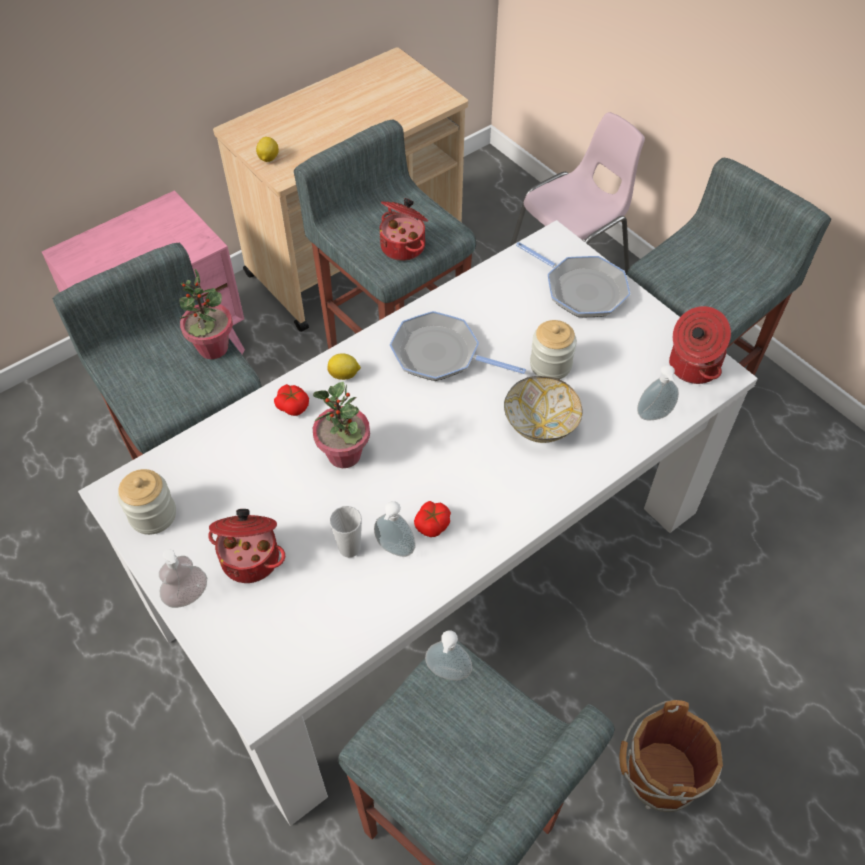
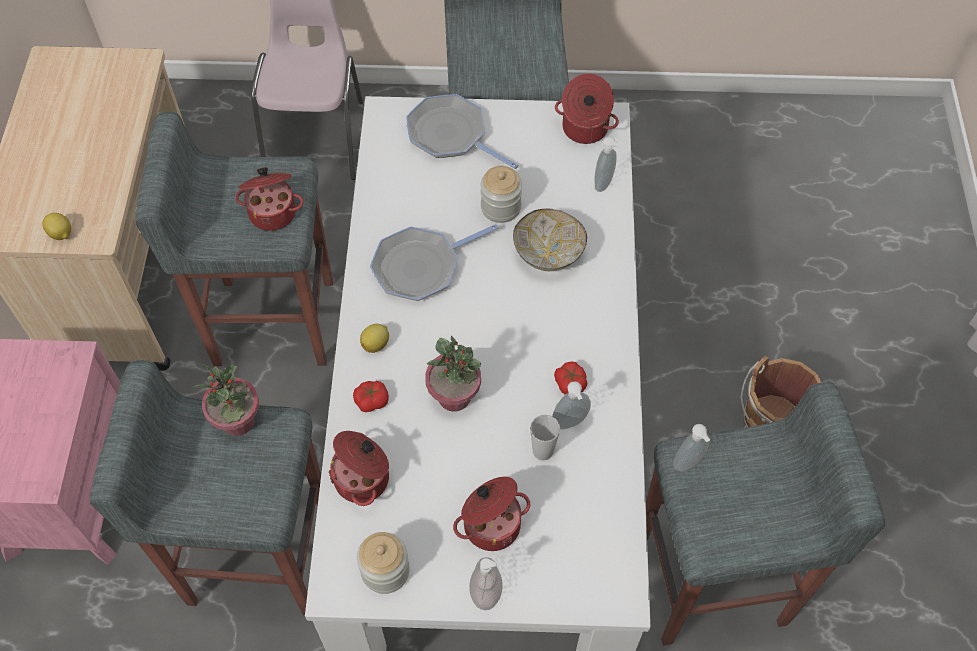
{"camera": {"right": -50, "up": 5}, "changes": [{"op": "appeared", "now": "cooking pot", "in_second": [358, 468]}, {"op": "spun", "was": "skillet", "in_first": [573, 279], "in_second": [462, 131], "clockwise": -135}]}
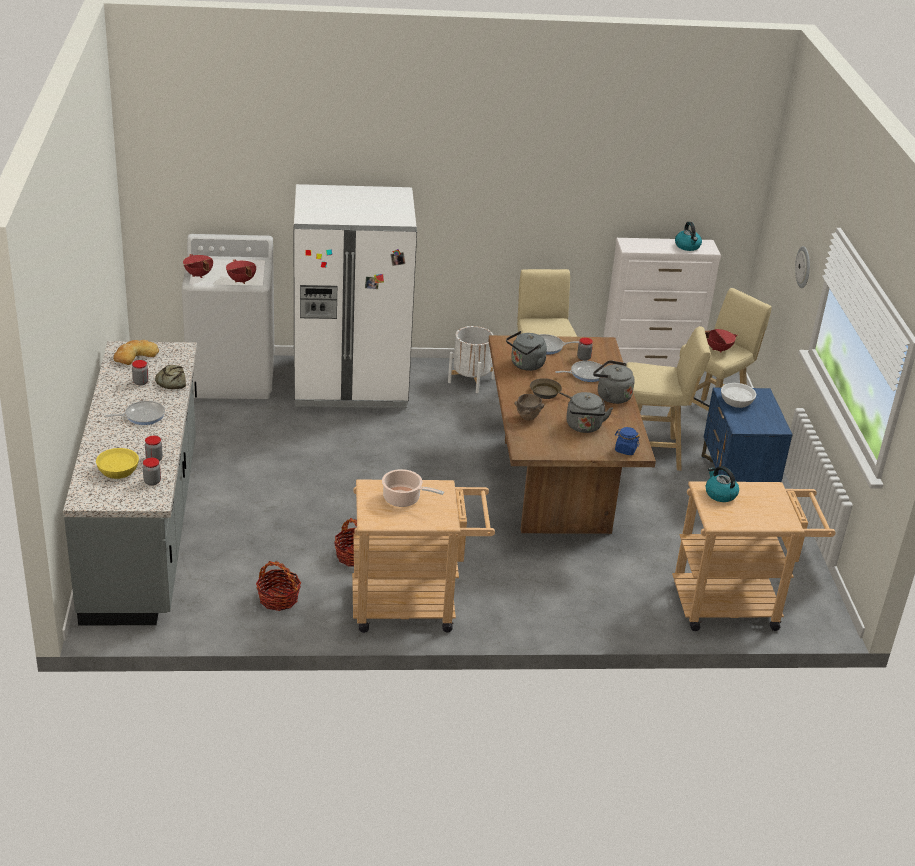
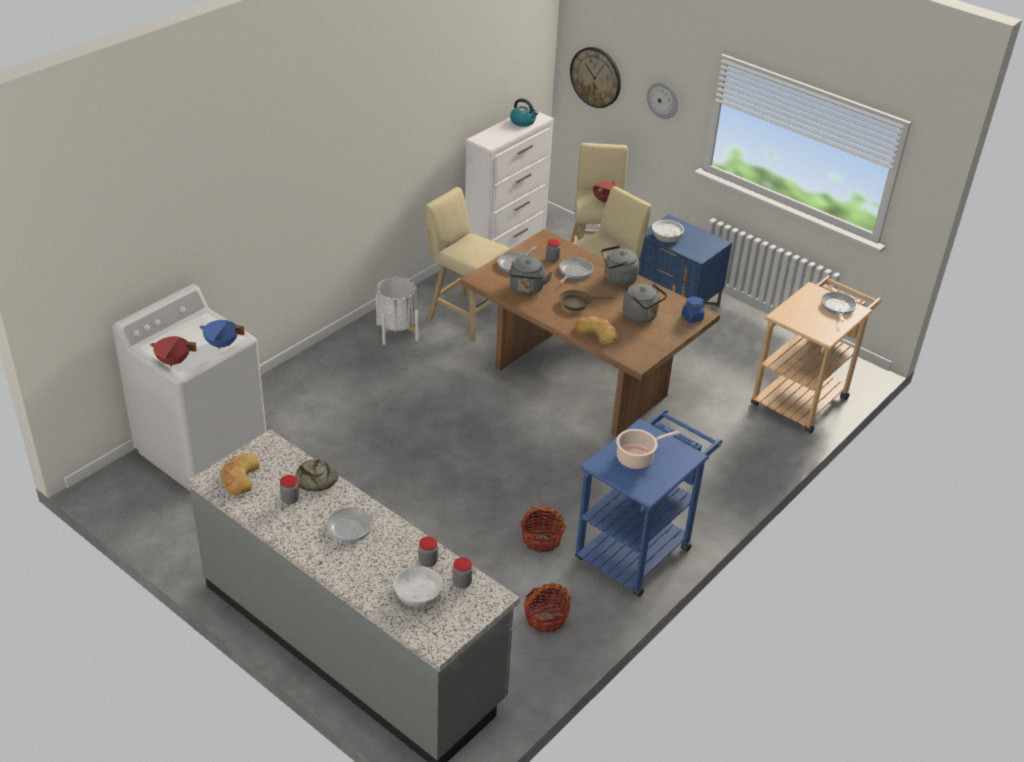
{"camera": {"right": -45, "up": 5}, "changes": [{"op": "colour", "was": "reddish cooking pot", "now": "blue cooking pot", "in_first": [241, 271], "in_second": [222, 334]}, {"op": "colour", "was": "yellow deep dish", "now": "white-coloured deep dish", "in_first": [117, 463], "in_second": [418, 586]}, {"op": "appeared", "now": "hanging clock", "in_second": [595, 77]}, {"op": "colour", "was": "beige-coloured cart", "now": "blue cart", "in_first": [423, 556], "in_second": [648, 503]}, {"op": "exchanged", "was": "brown deep dish", "now": "bakery bread", "in_first": [529, 407], "in_second": [596, 330]}, {"op": "appeared", "now": "skillet", "in_second": [839, 307]}, {"op": "missing", "was": "white-coloured fridge", "in_first": [355, 296]}, {"op": "missing", "was": "water kettle", "in_first": [722, 484]}]}
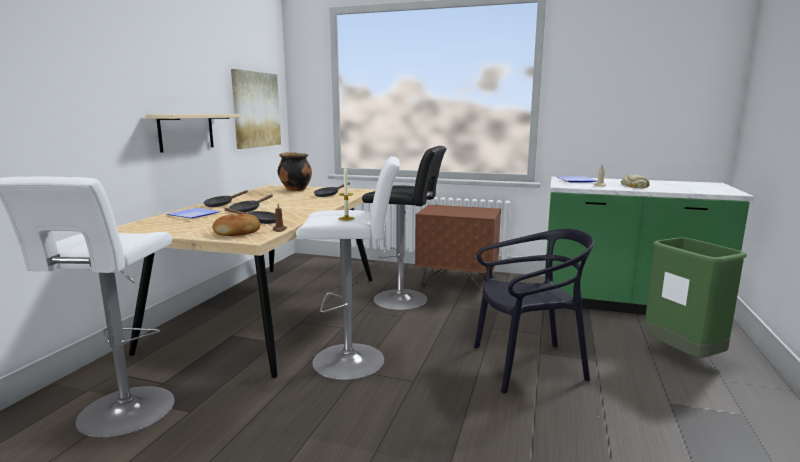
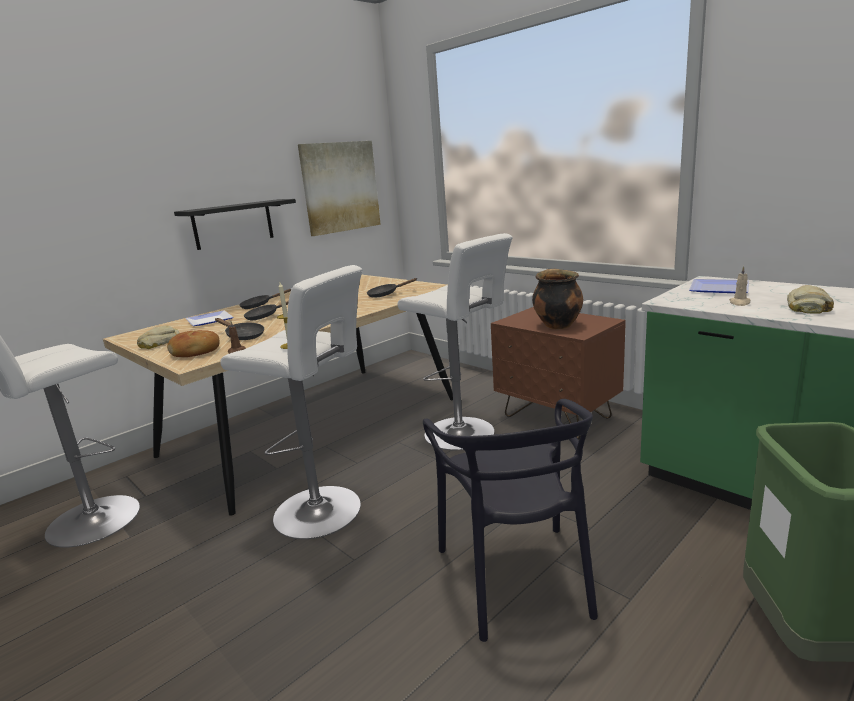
{"camera": {"right": 30, "up": 5}, "changes": [{"op": "appeared", "now": "bakery bread", "in_second": [158, 337]}, {"op": "colour", "was": "beige-coloured bracket shelf", "now": "blackish bracket shelf", "in_first": [193, 133], "in_second": [235, 224]}, {"op": "colour", "was": "blackish stool", "now": "white-coloured stool", "in_first": [404, 228], "in_second": [455, 341]}, {"op": "spun", "was": "blackish chair", "in_first": [534, 311], "in_second": [510, 520], "clockwise": 60}, {"op": "relocated", "was": "cooking pot", "in_first": [295, 171], "in_second": [557, 299]}]}
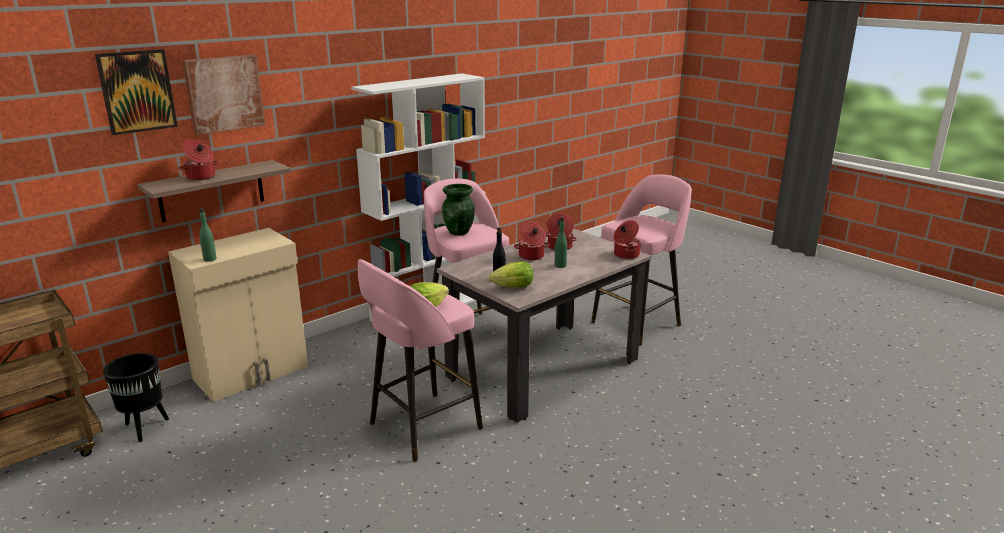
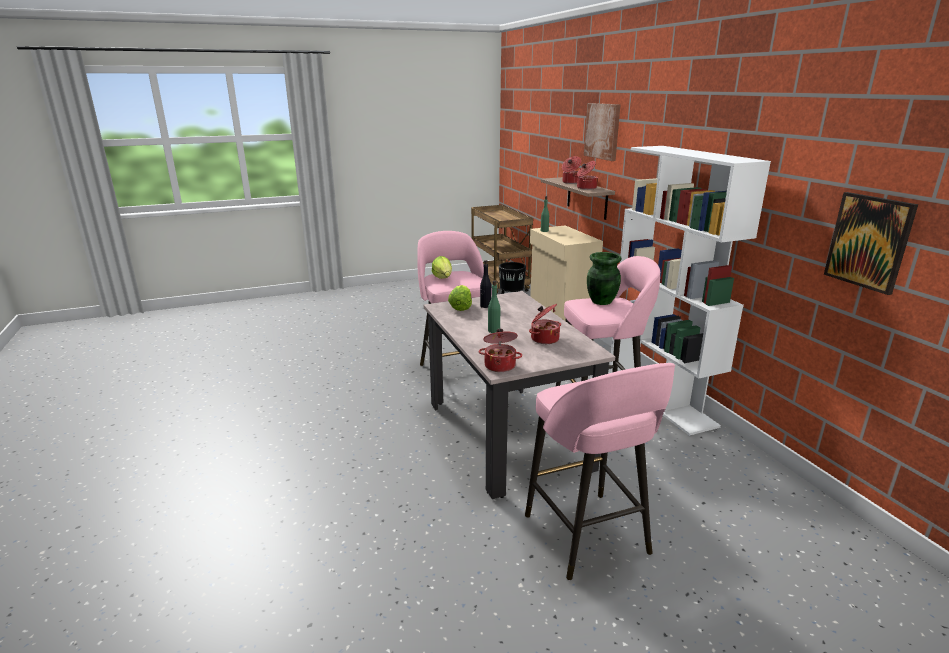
{"camera": {"right": 110, "up": 0}, "changes": [{"op": "relocated", "was": "cooking pot", "in_first": [532, 240], "in_second": [587, 175]}, {"op": "relocated", "was": "wall picture", "in_first": [136, 92], "in_second": [871, 243]}]}
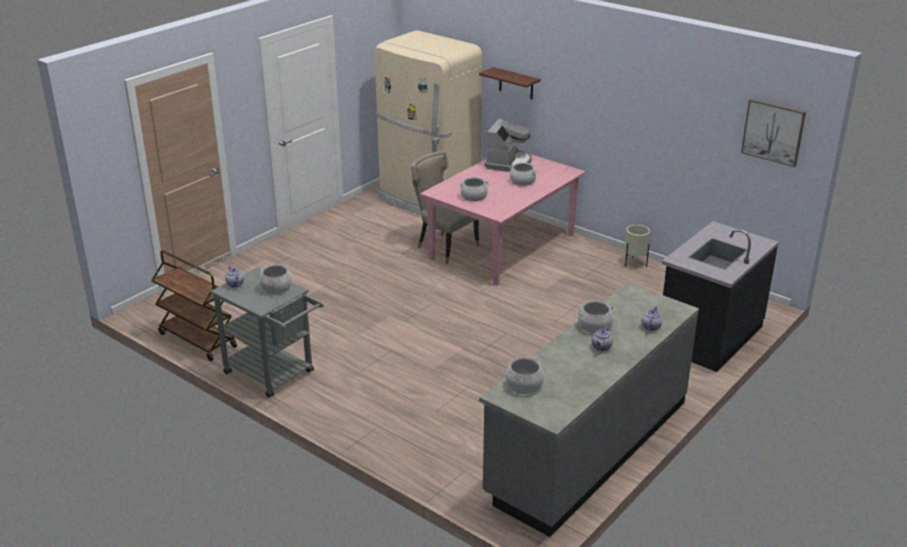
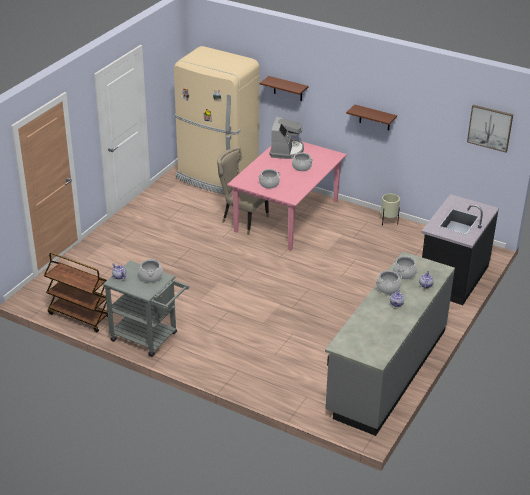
{"camera": {"right": -10, "up": 5}, "changes": [{"op": "appeared", "now": "brown bracket shelf", "in_second": [371, 117]}, {"op": "relocated", "was": "cooking pot", "in_first": [524, 375], "in_second": [405, 267]}]}
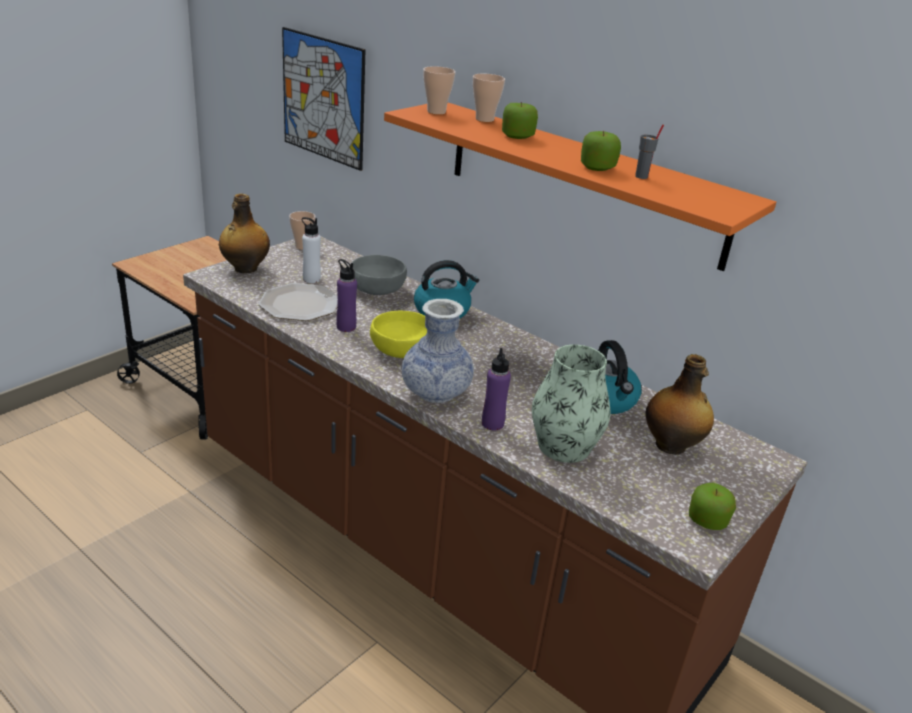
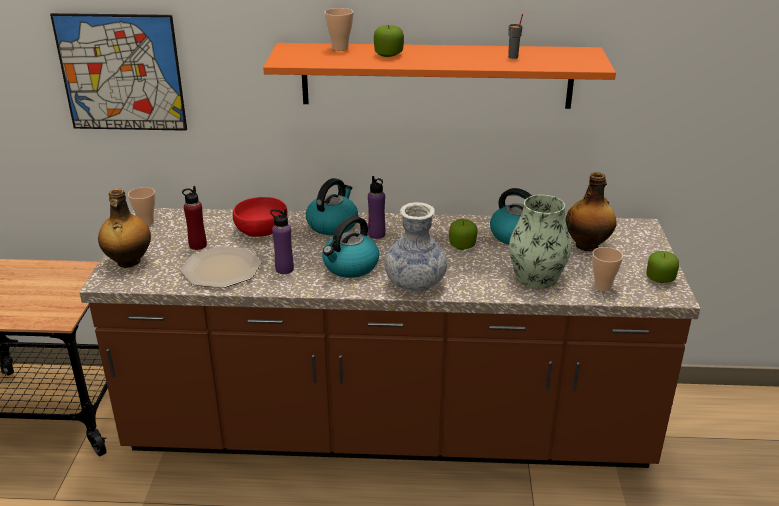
{"camera": {"right": -35, "up": 0}, "changes": [{"op": "colour", "was": "white-coloured drink bottle", "now": "reddish drink bottle", "in_first": [311, 250], "in_second": [194, 218]}, {"op": "colour", "was": "gray deep dish", "now": "reddish deep dish", "in_first": [379, 275], "in_second": [260, 217]}, {"op": "exchanged", "was": "yellow deep dish", "now": "water kettle", "in_first": [398, 334], "in_second": [350, 247]}, {"op": "relocated", "was": "purplish drink bottle", "in_first": [496, 389], "in_second": [376, 207]}, {"op": "relocated", "was": "whole apple", "in_first": [601, 151], "in_second": [463, 234]}, {"op": "relocated", "was": "cup", "in_first": [439, 90], "in_second": [607, 269]}]}
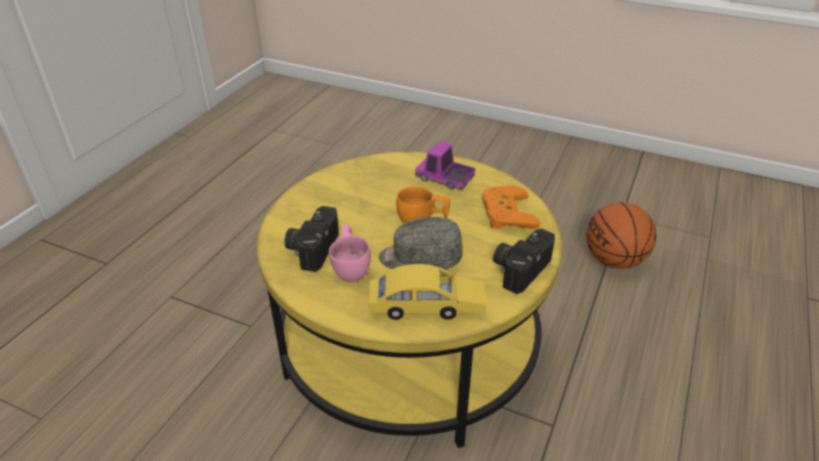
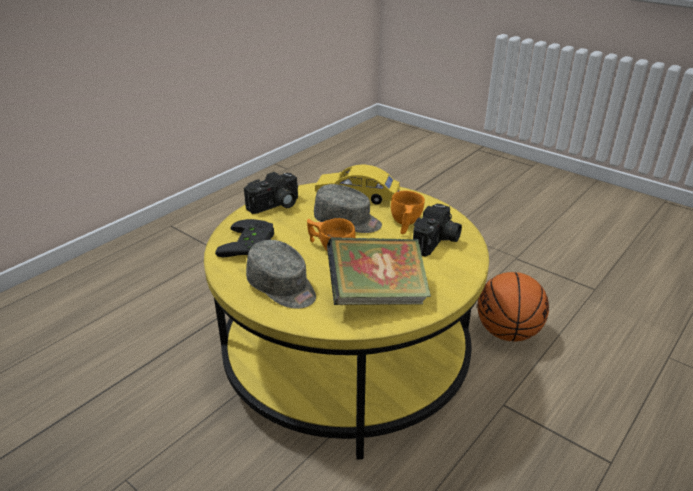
{"camera": {"right": -165, "up": -5}, "changes": [{"op": "colour", "was": "orange game controller", "now": "blackish game controller", "in_first": [511, 207], "in_second": [244, 238]}, {"op": "exchanged", "was": "toy truck", "now": "gray baseball cap", "in_first": [445, 165], "in_second": [281, 274]}, {"op": "appeared", "now": "volume", "in_second": [379, 271]}, {"op": "colour", "was": "pink-coloured cup", "now": "orange cup", "in_first": [350, 253], "in_second": [408, 212]}, {"op": "relocated", "was": "ball for basketball", "in_first": [621, 235], "in_second": [513, 307]}]}
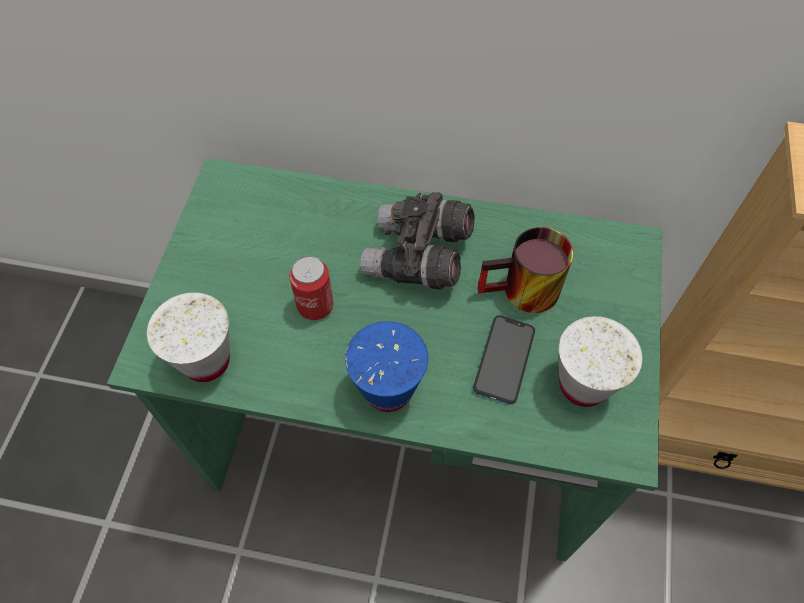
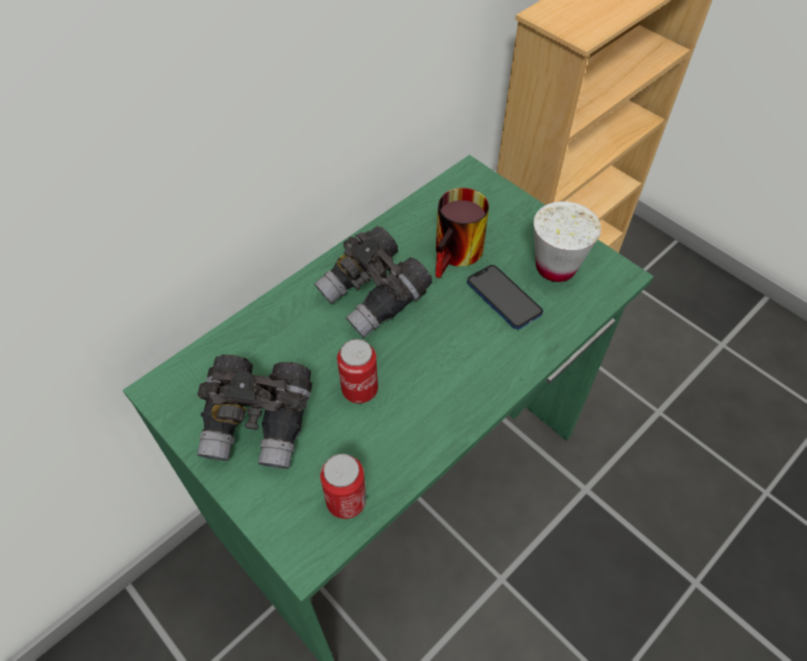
{"camera": {"right": -55, "up": -5}, "changes": [{"op": "appeared", "now": "gray field glasses", "in_second": [254, 411]}, {"op": "exchanged", "was": "white-coloured cup", "now": "sealed can", "in_first": [188, 337], "in_second": [343, 486]}, {"op": "missing", "was": "blue cup", "in_first": [386, 366]}]}
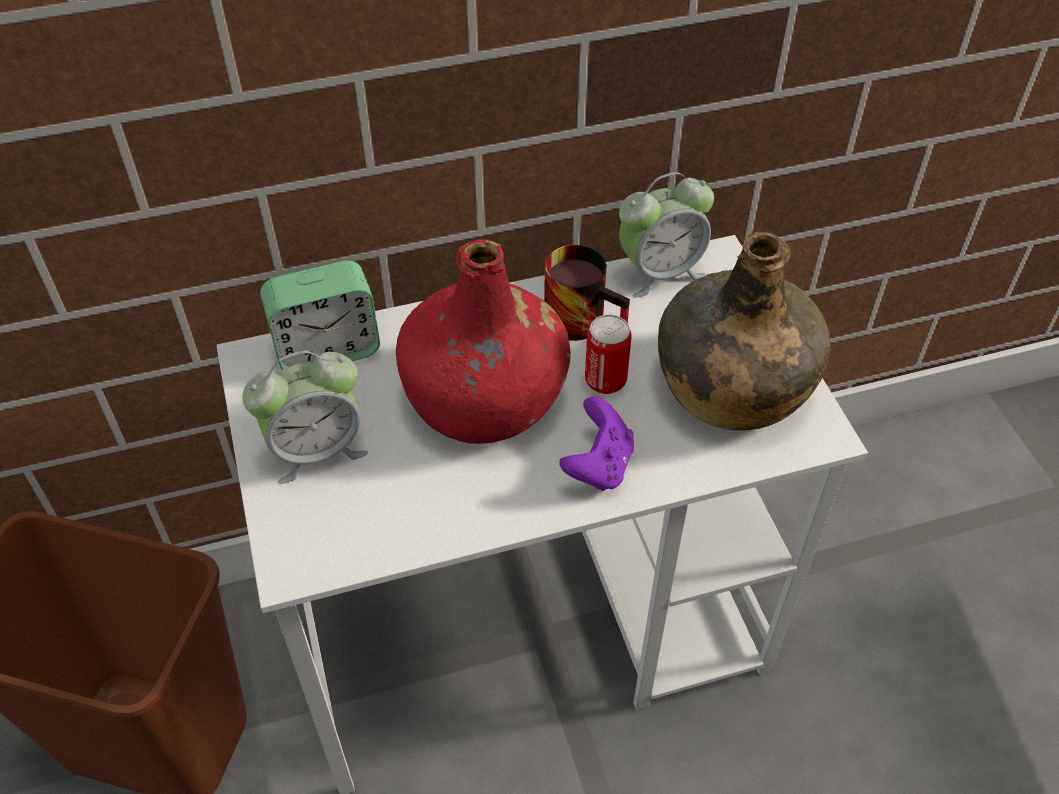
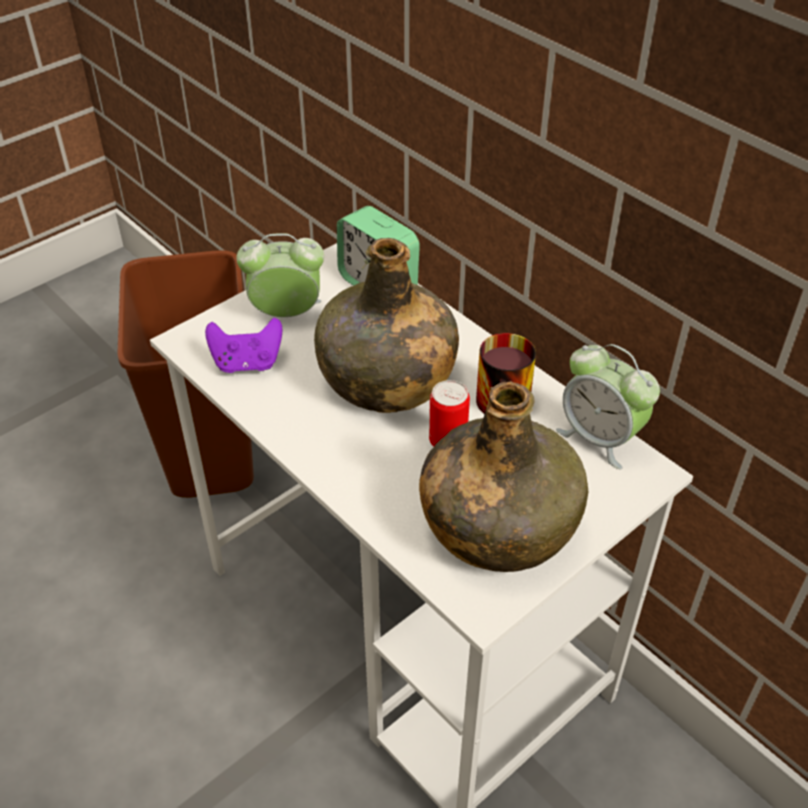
{"camera": {"right": 65, "up": -5}, "changes": [{"op": "relocated", "was": "purplish game controller", "in_first": [596, 443], "in_second": [243, 345]}, {"op": "spun", "was": "alarm clock", "in_first": [305, 417], "in_second": [280, 275], "clockwise": 135}, {"op": "colour", "was": "reddish drink bottle", "now": "green drink bottle", "in_first": [483, 342], "in_second": [386, 325]}]}
